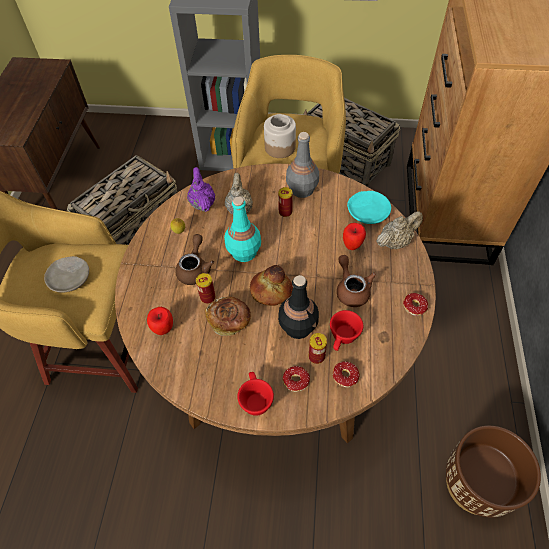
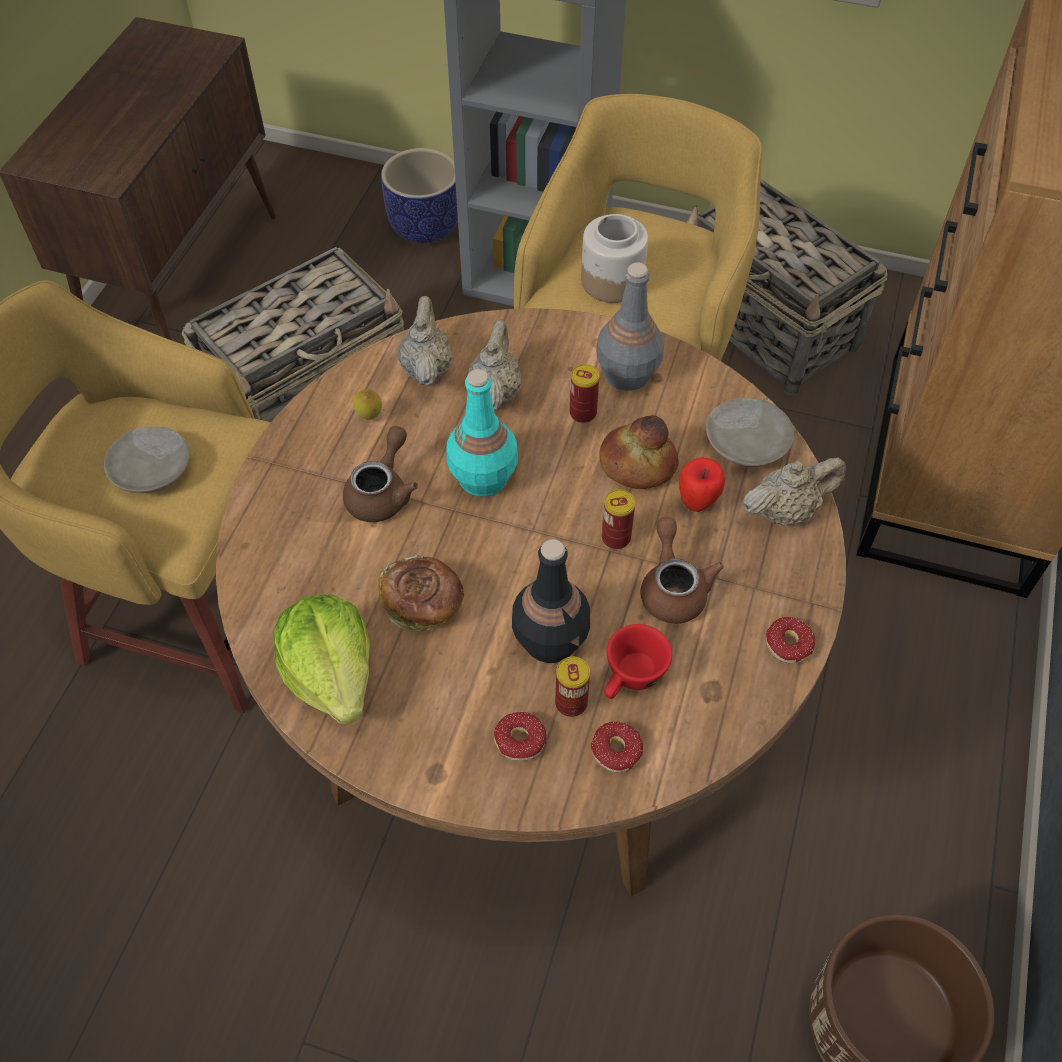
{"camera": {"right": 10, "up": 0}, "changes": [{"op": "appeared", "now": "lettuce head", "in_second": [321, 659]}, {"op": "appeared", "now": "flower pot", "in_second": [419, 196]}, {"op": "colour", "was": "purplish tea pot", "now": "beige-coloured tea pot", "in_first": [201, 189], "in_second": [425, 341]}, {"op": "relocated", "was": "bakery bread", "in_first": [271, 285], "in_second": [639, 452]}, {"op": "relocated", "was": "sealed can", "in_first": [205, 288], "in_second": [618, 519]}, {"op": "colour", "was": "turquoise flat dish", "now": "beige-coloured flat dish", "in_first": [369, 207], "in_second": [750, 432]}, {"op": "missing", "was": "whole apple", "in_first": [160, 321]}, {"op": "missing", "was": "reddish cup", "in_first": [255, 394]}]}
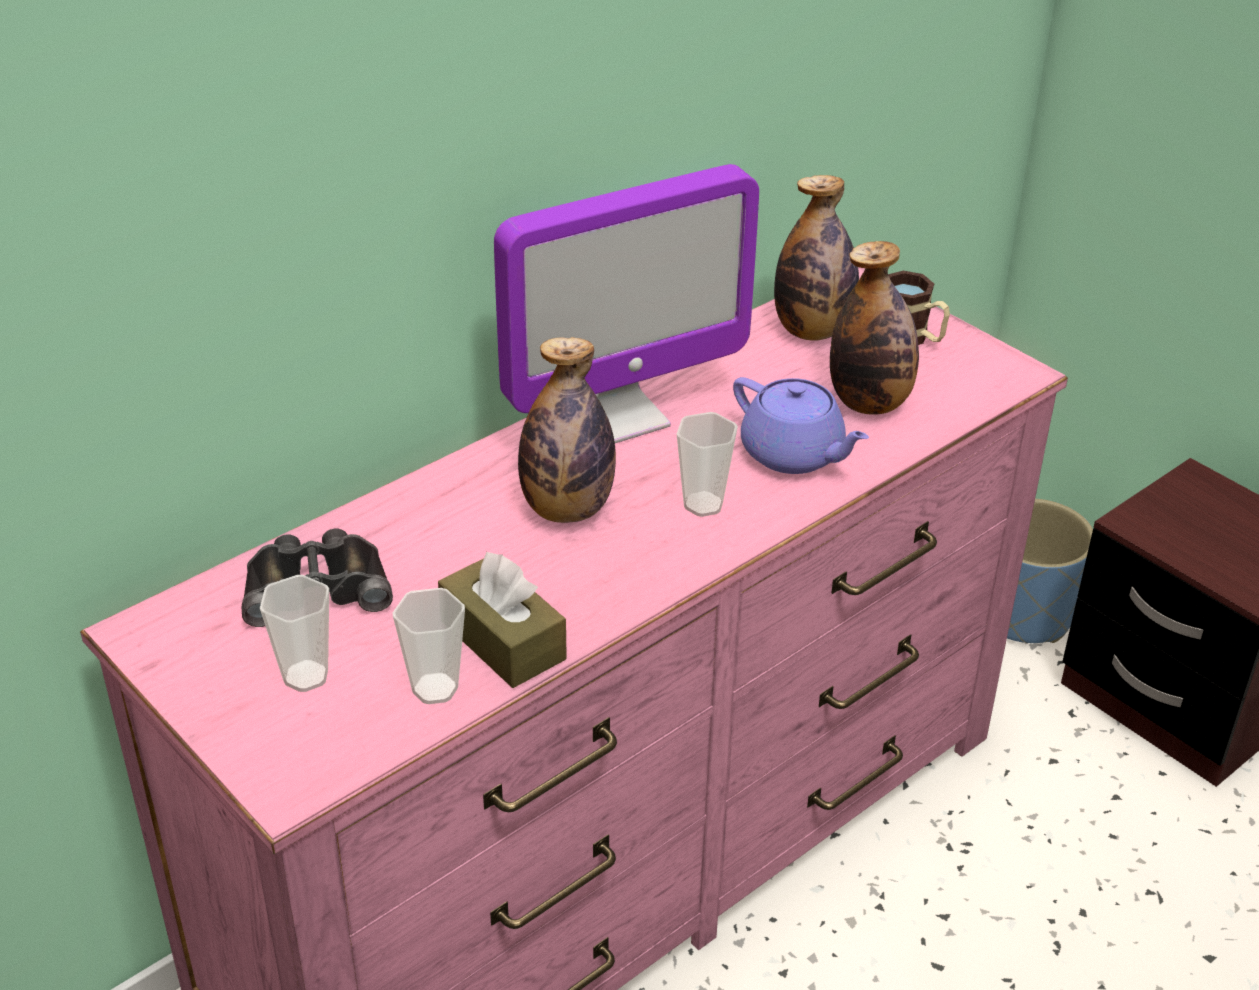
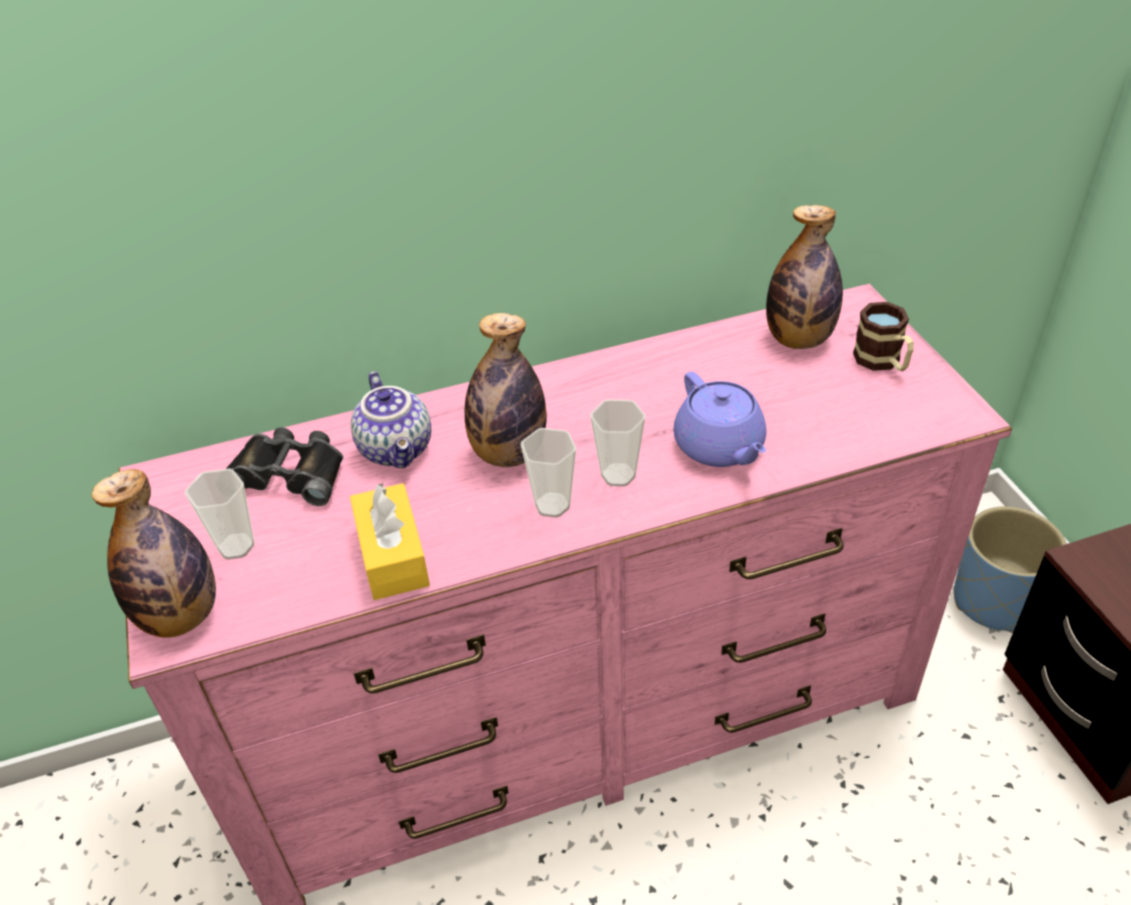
{"camera": {"right": 25, "up": 5}, "changes": [{"op": "relocated", "was": "drink bottle", "in_first": [874, 328], "in_second": [154, 553]}, {"op": "colour", "was": "brown tissue holder", "now": "yellow tissue holder", "in_first": [502, 619], "in_second": [390, 541]}, {"op": "appeared", "now": "tea pot", "in_second": [391, 419]}, {"op": "relocated", "was": "cup", "in_first": [429, 646], "in_second": [548, 473]}, {"op": "missing", "was": "computer display", "in_first": [626, 303]}]}
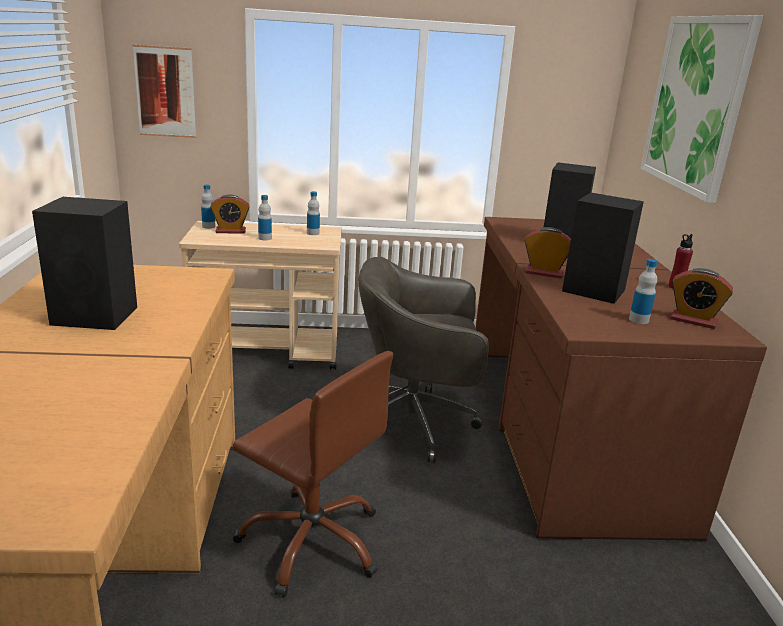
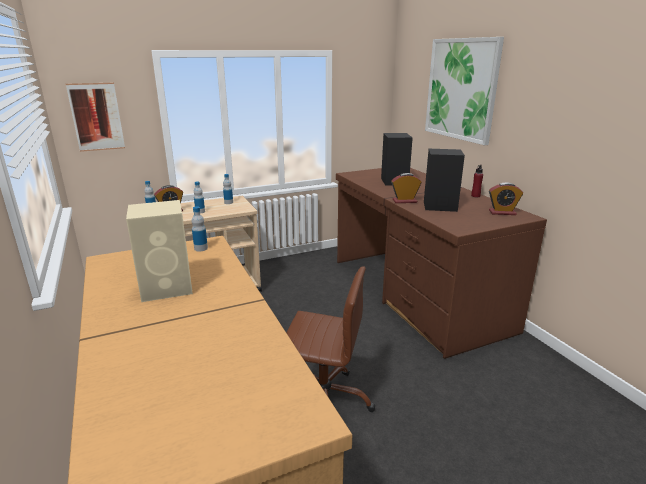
{"camera": {"right": -20, "up": 0}, "changes": [{"op": "colour", "was": "blackish audio speaker", "now": "beige-coloured audio speaker", "in_first": [84, 263], "in_second": [159, 251]}, {"op": "relocated", "was": "drink bottle", "in_first": [643, 291], "in_second": [200, 228]}, {"op": "missing", "was": "gray desk chair", "in_first": [424, 360]}]}
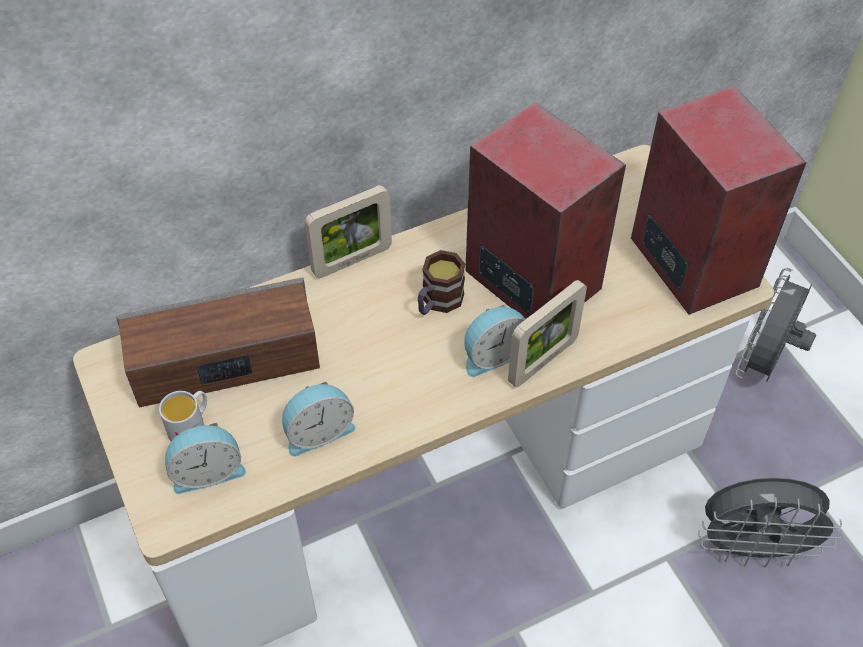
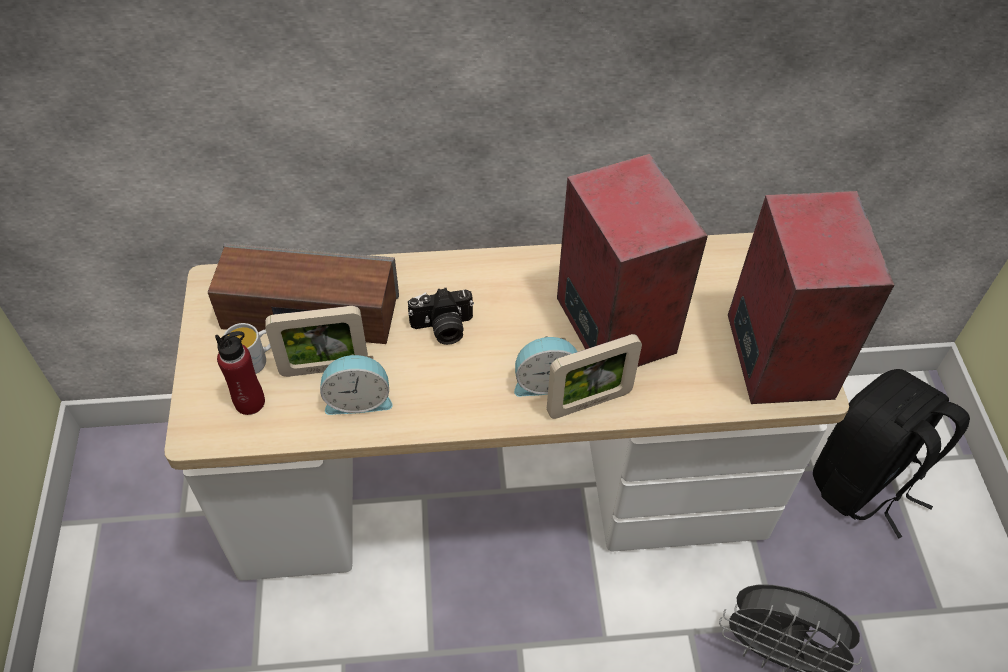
{"camera": {"right": 20, "up": 0}, "changes": [{"op": "exchanged", "was": "alarm clock", "now": "reddish drink bottle", "in_first": [205, 458], "in_second": [240, 373]}, {"op": "relocated", "was": "picture frame", "in_first": [348, 231], "in_second": [316, 341]}, {"op": "appeared", "now": "still camera", "in_second": [441, 316]}, {"op": "exchanged", "was": "gray electric fan", "now": "blackish rucksack", "in_first": [775, 325], "in_second": [891, 453]}, {"op": "missing", "was": "mug", "in_first": [441, 282]}]}
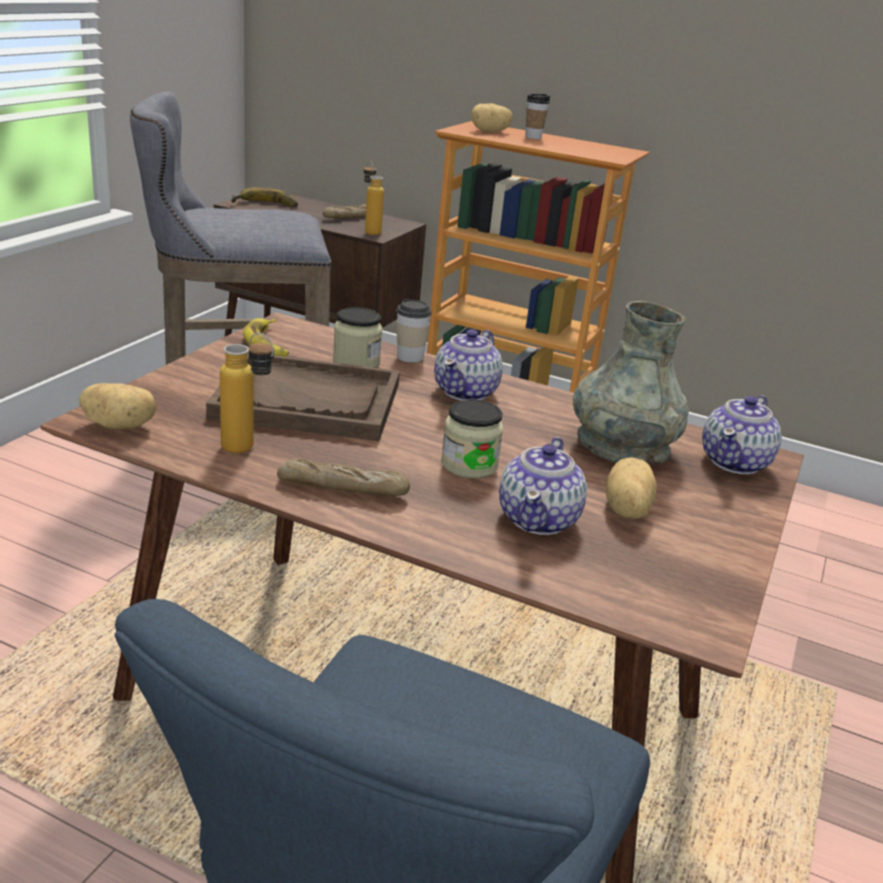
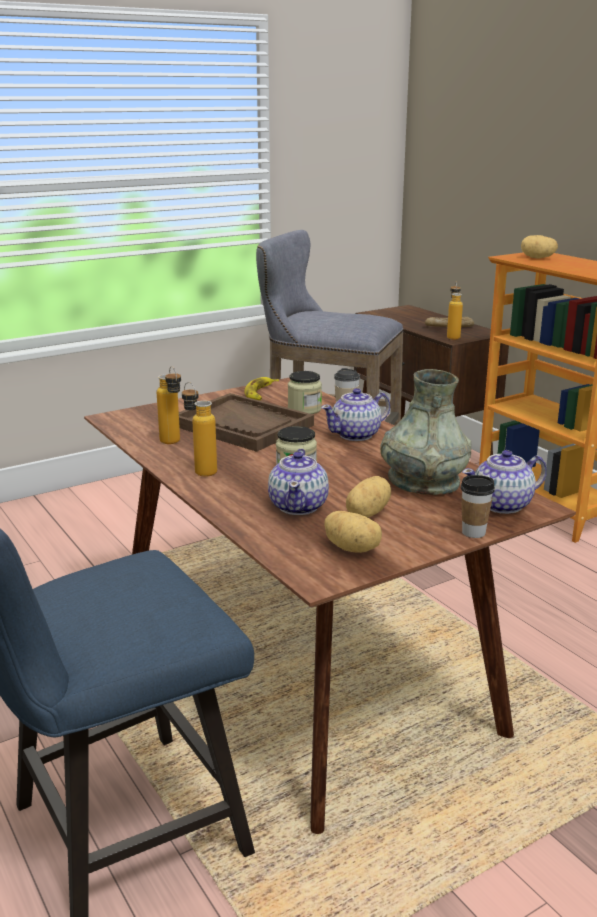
{"camera": {"right": 35, "up": -5}, "changes": [{"op": "exchanged", "was": "bakery bread", "now": "drink bottle", "in_first": [343, 477], "in_second": [199, 429]}, {"op": "spun", "was": "tea pot", "in_first": [543, 486], "in_second": [298, 481], "clockwise": -45}, {"op": "relocated", "was": "potato", "in_first": [117, 406], "in_second": [353, 532]}, {"op": "relocated", "was": "cup", "in_first": [537, 116], "in_second": [478, 506]}, {"op": "missing", "was": "banana fruit", "in_first": [264, 197]}]}
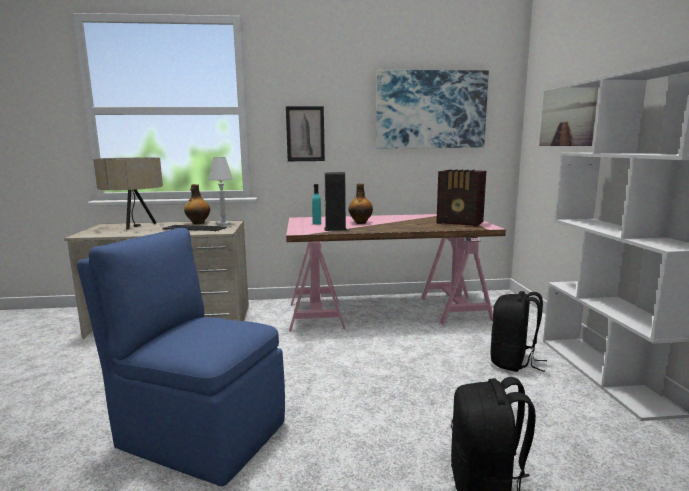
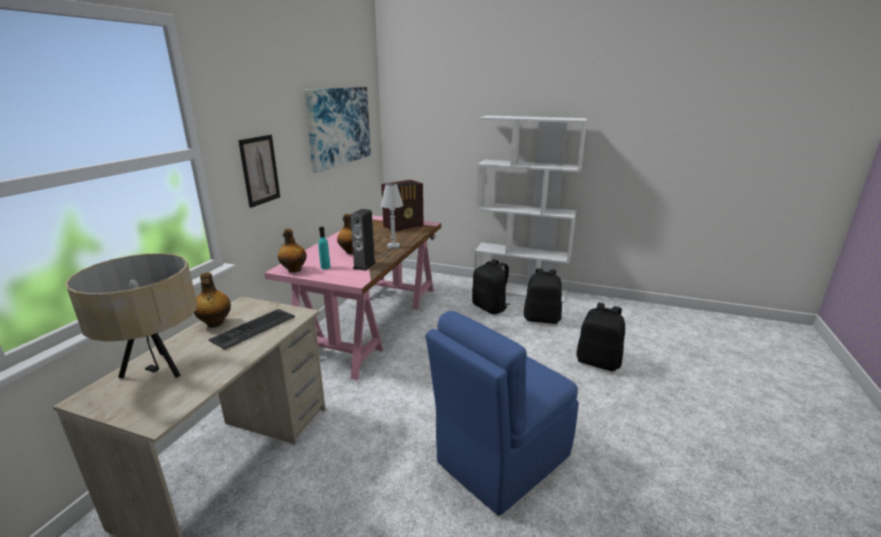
{"camera": {"right": -65, "up": 10}, "changes": [{"op": "appeared", "now": "drink bottle", "in_second": [292, 250]}, {"op": "relocated", "was": "white-coloured tabletop lamp", "in_first": [220, 191], "in_second": [392, 216]}, {"op": "appeared", "now": "blackish rucksack", "in_second": [543, 296]}, {"op": "missing", "was": "wall picture", "in_first": [568, 115]}]}
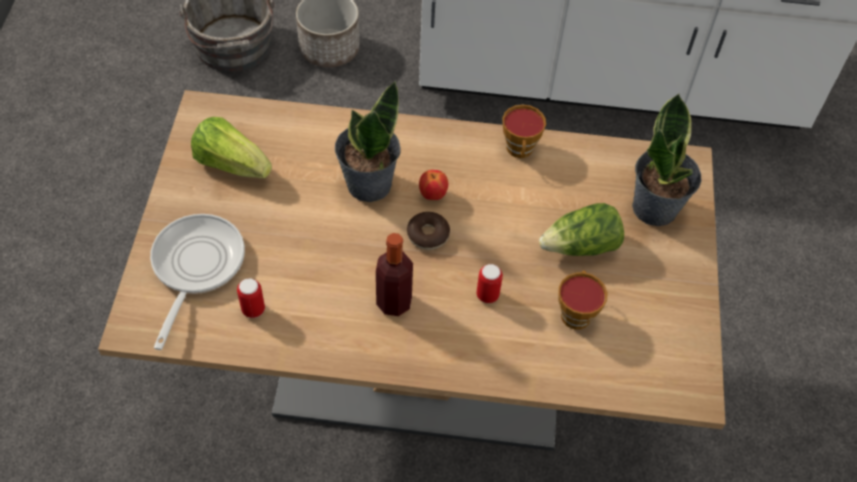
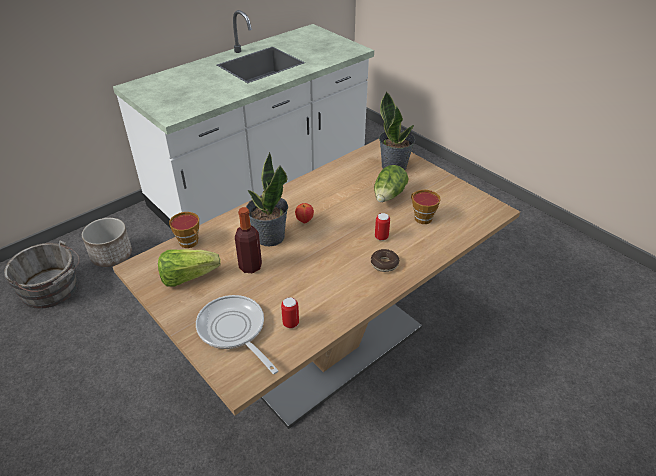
{"camera": {"right": -45, "up": -15}, "changes": [{"op": "relocated", "was": "cup", "in_first": [524, 131], "in_second": [184, 230]}, {"op": "relocated", "was": "drink bottle", "in_first": [394, 274], "in_second": [248, 240]}, {"op": "relocated", "was": "donut", "in_first": [428, 231], "in_second": [385, 260]}]}
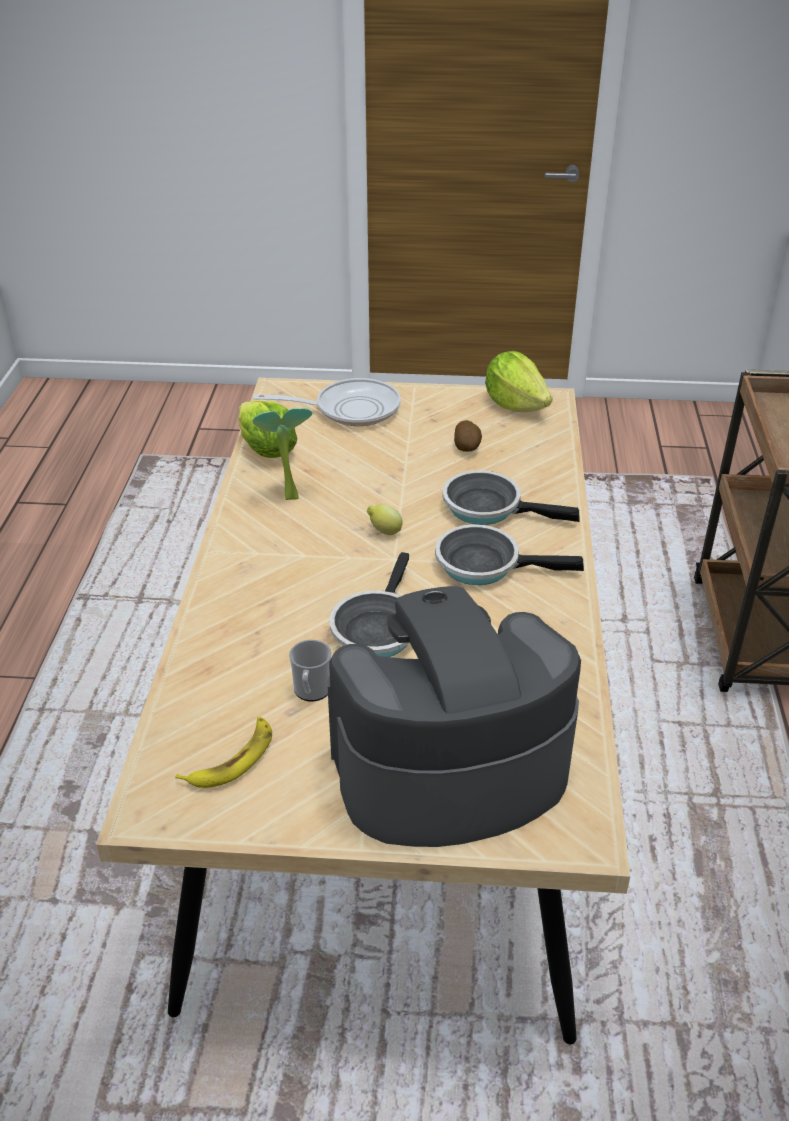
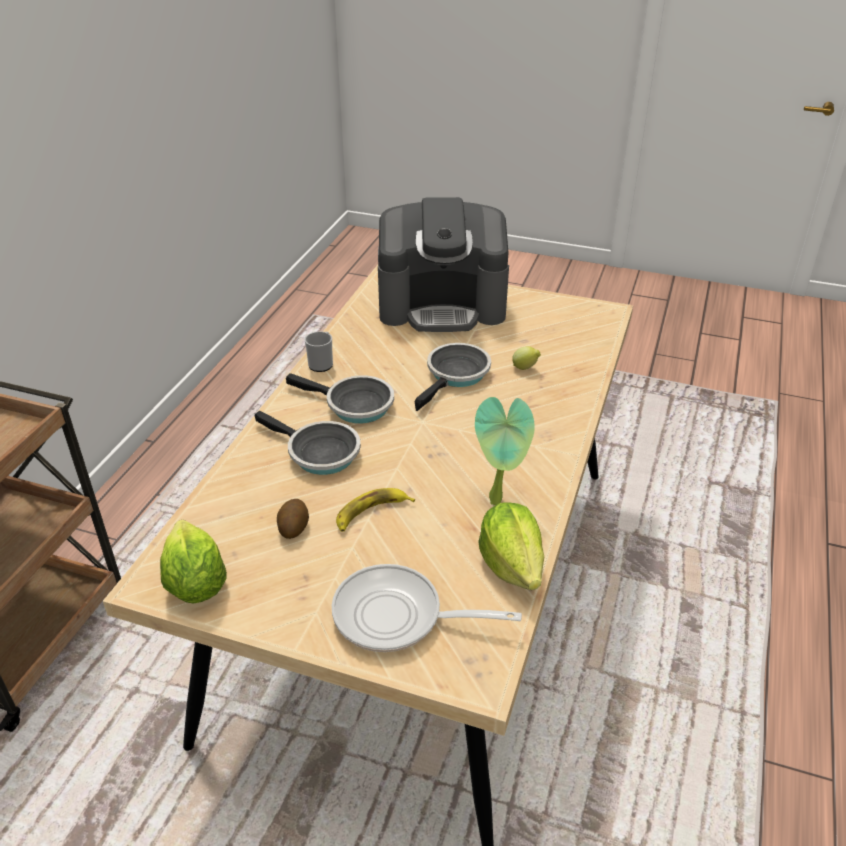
{"camera": {"right": -165, "up": 0}, "changes": [{"op": "relocated", "was": "mug", "in_first": [310, 671], "in_second": [319, 351]}, {"op": "relocated", "was": "banana fruit", "in_first": [223, 752], "in_second": [375, 510]}, {"op": "relocated", "was": "lemon", "in_first": [385, 519], "in_second": [526, 358]}]}
